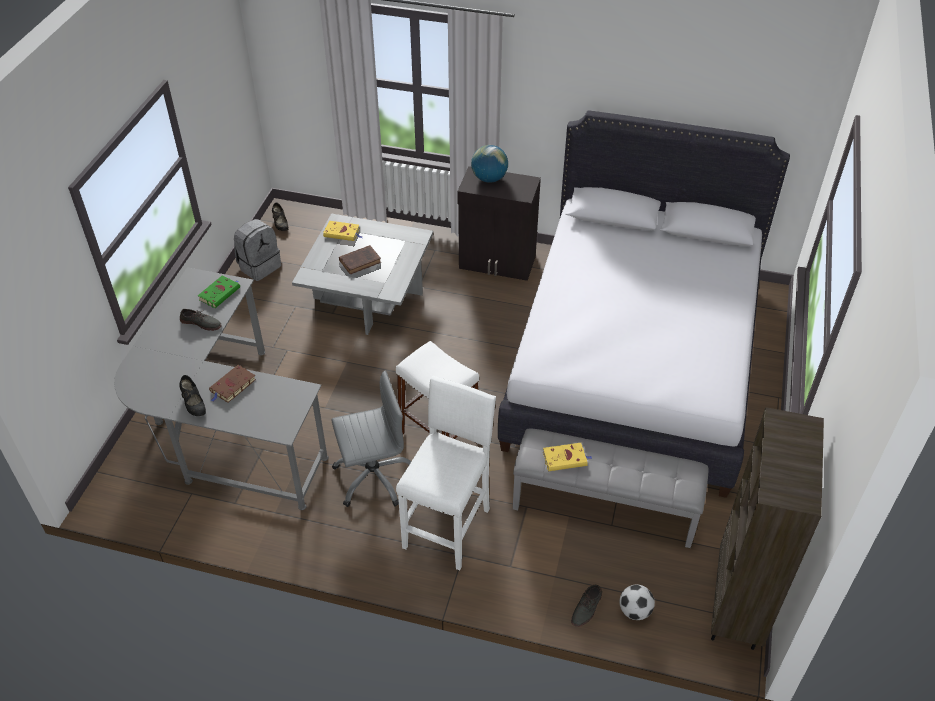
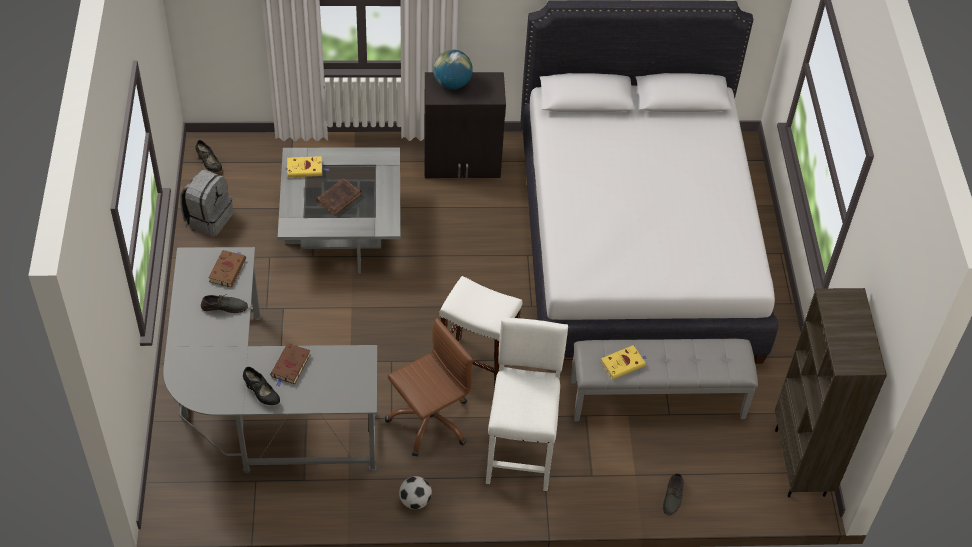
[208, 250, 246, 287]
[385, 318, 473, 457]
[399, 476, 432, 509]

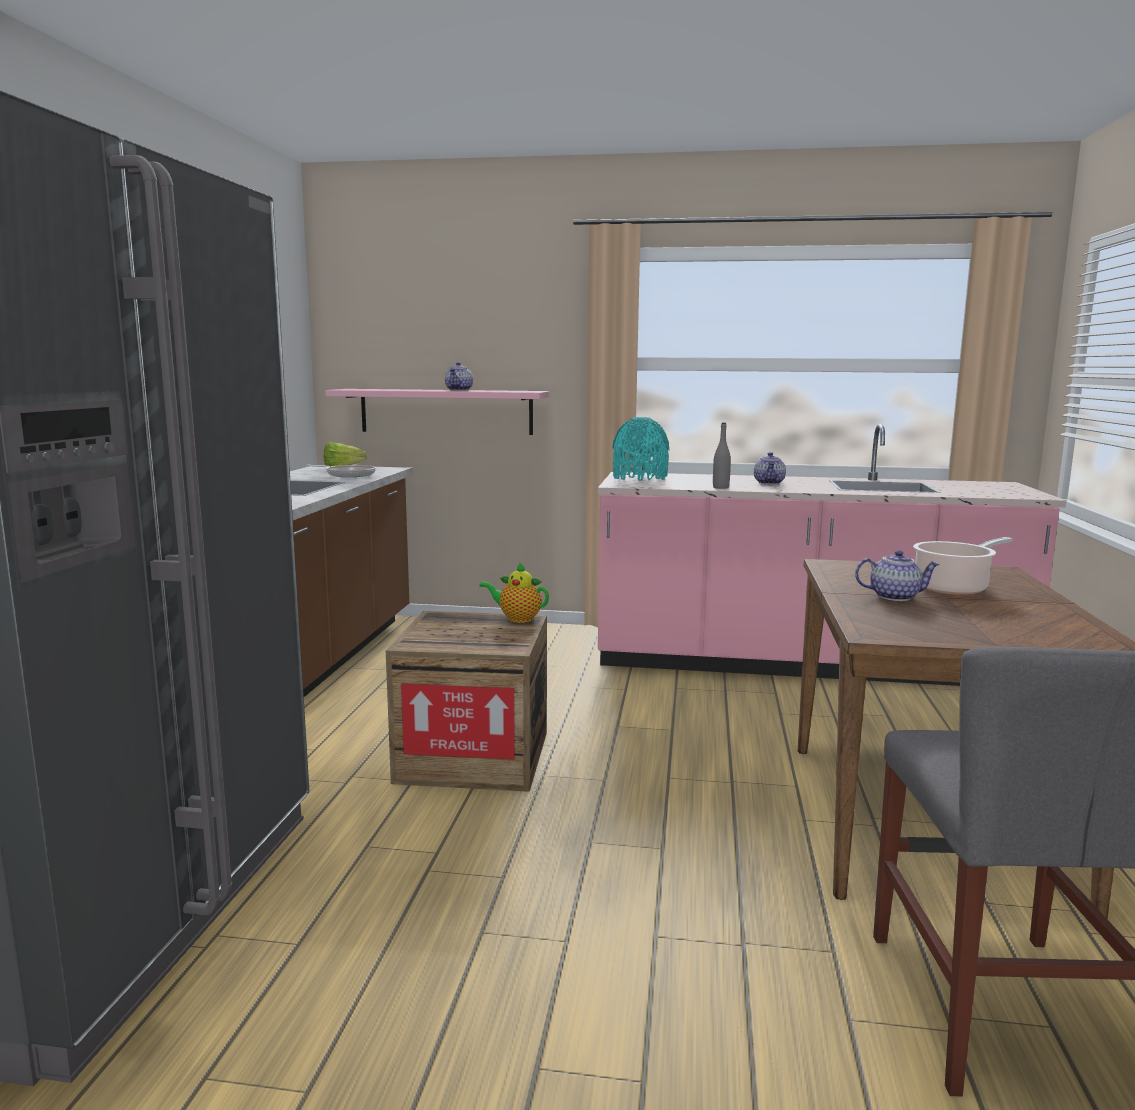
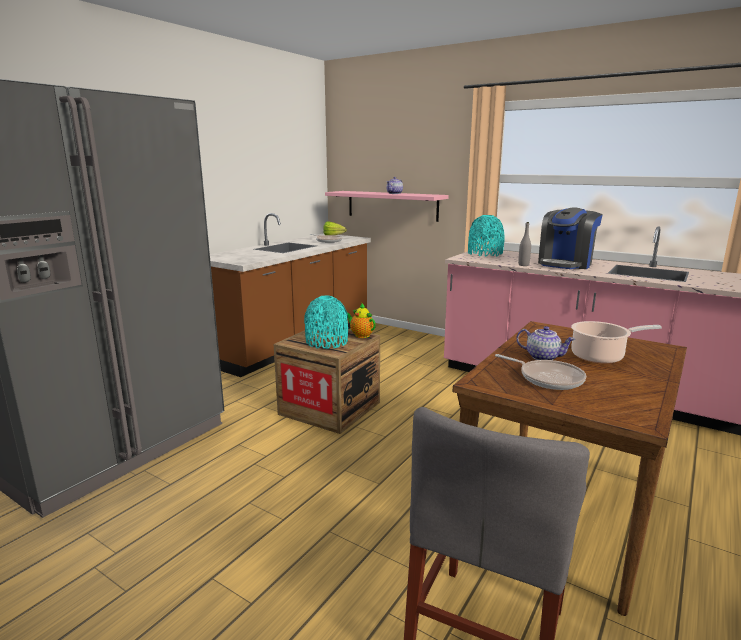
[538, 207, 603, 269]
[304, 295, 348, 349]
[495, 354, 586, 390]

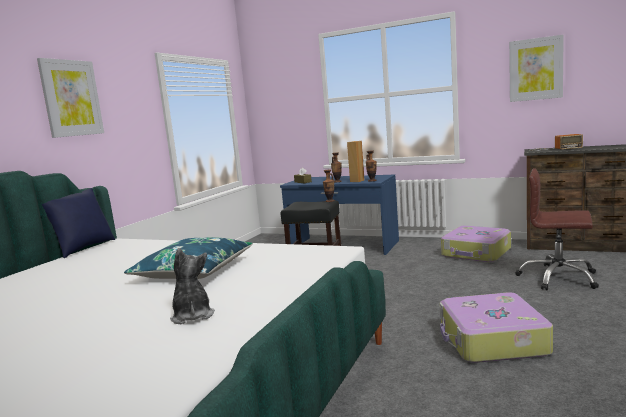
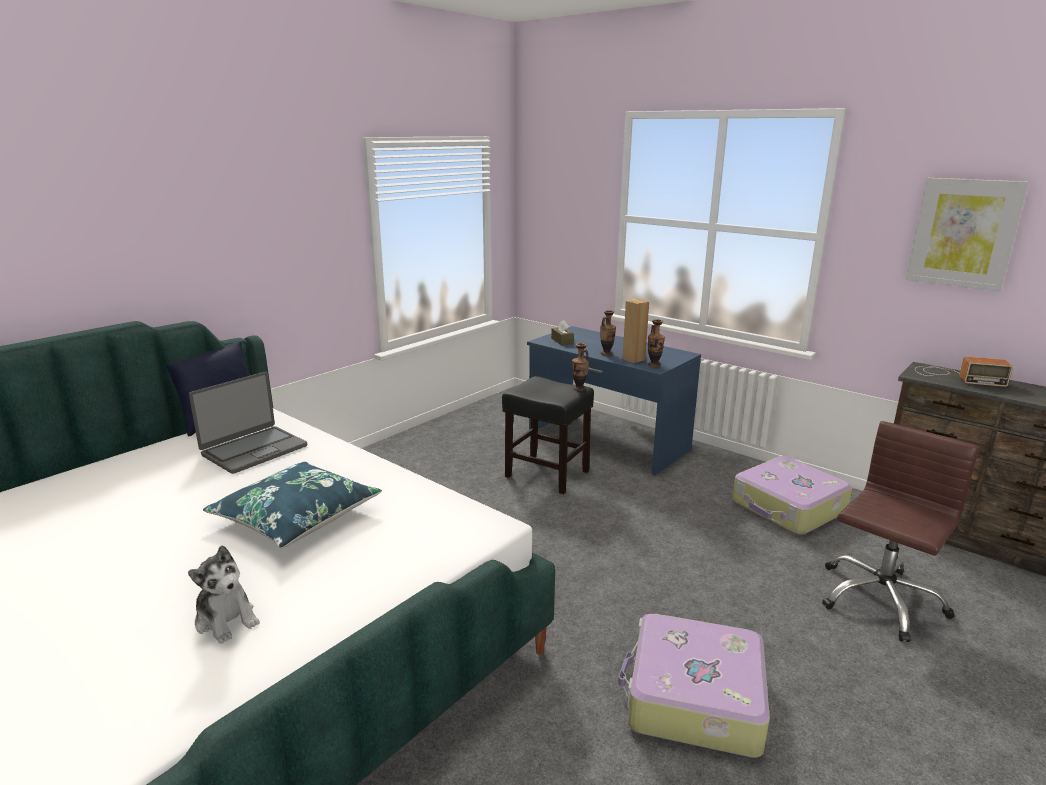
[37, 58, 104, 138] (first image)
[188, 545, 260, 644]
[822, 421, 980, 642]
[189, 372, 307, 474]

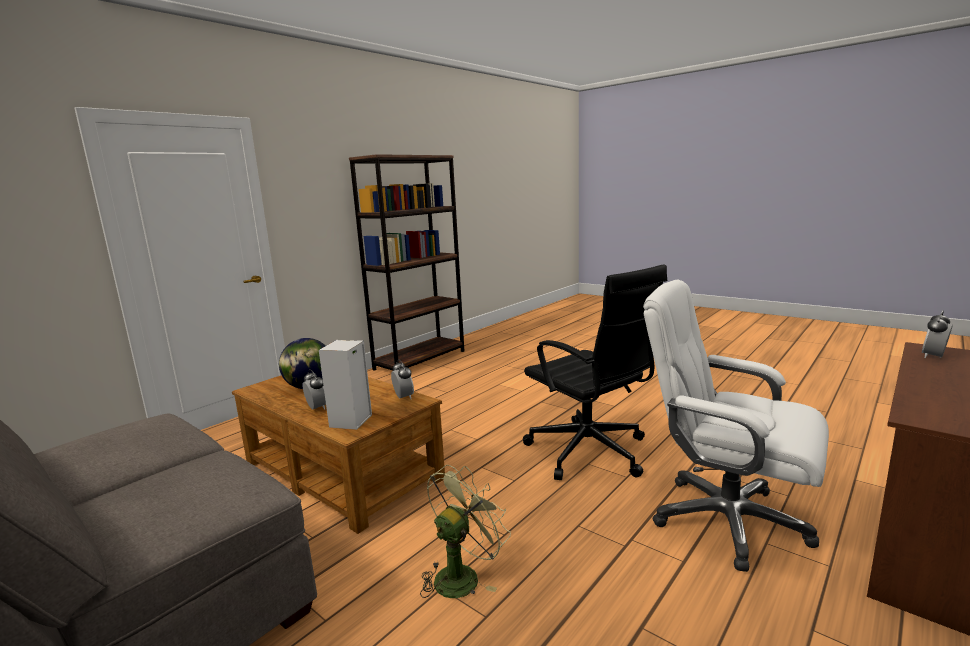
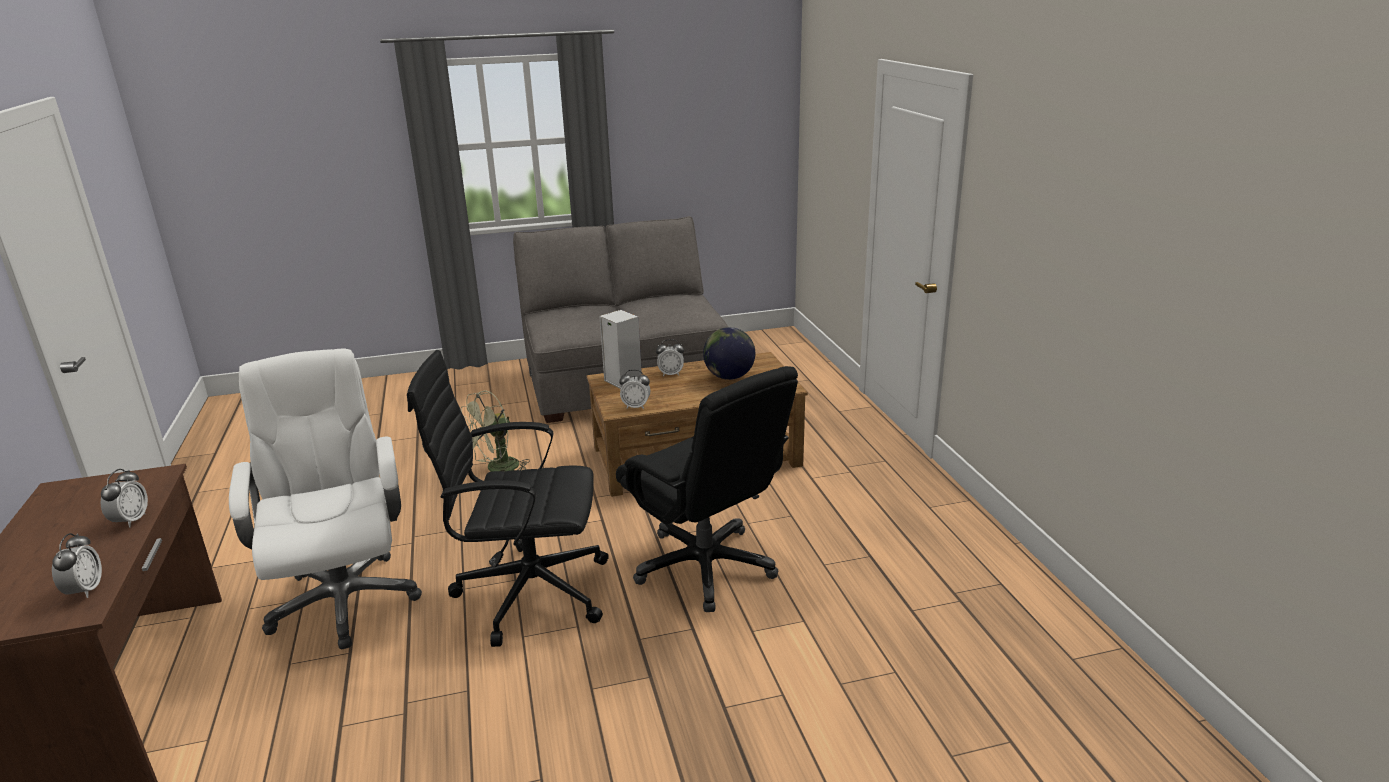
[349, 154, 464, 371] (first image)
[461, 390, 530, 472]
[229, 349, 422, 650]
[100, 469, 148, 527]
[616, 366, 798, 612]

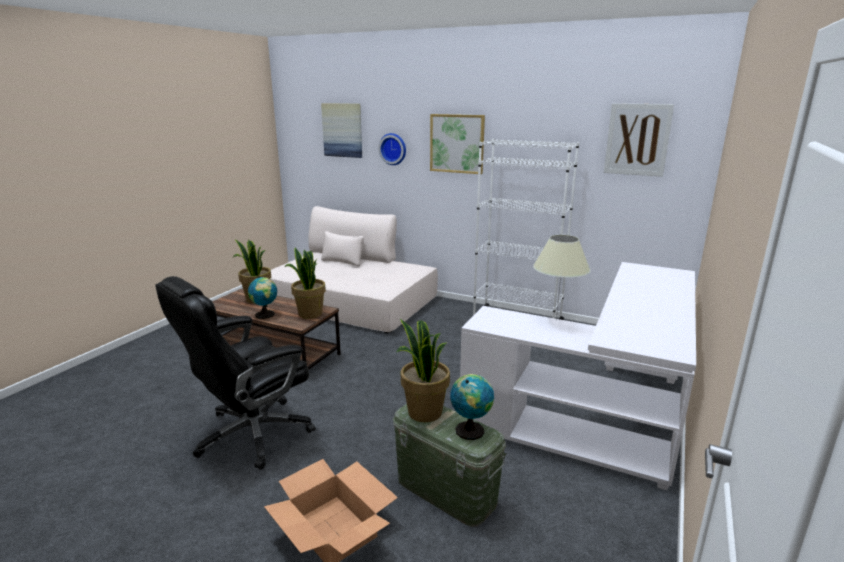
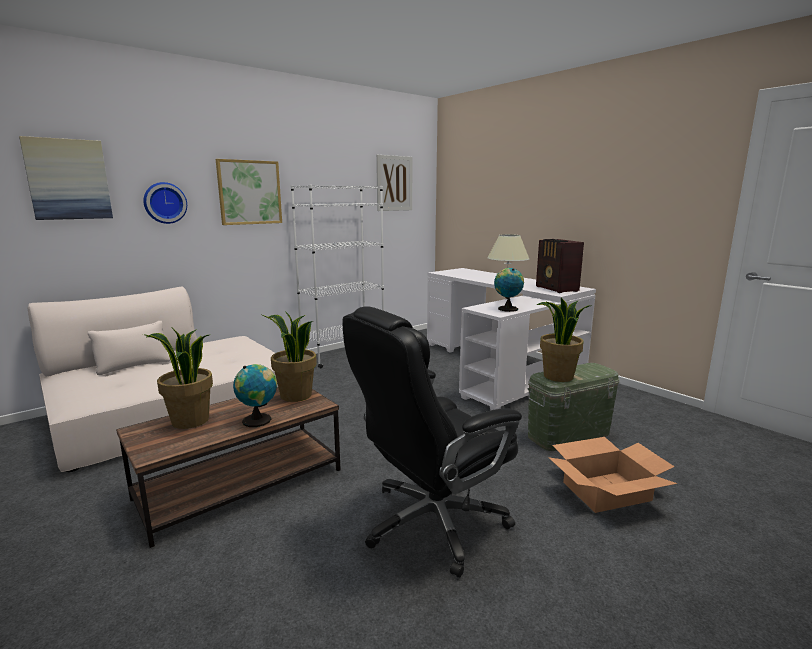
[342, 306, 522, 578]
[494, 268, 524, 312]
[536, 239, 584, 293]

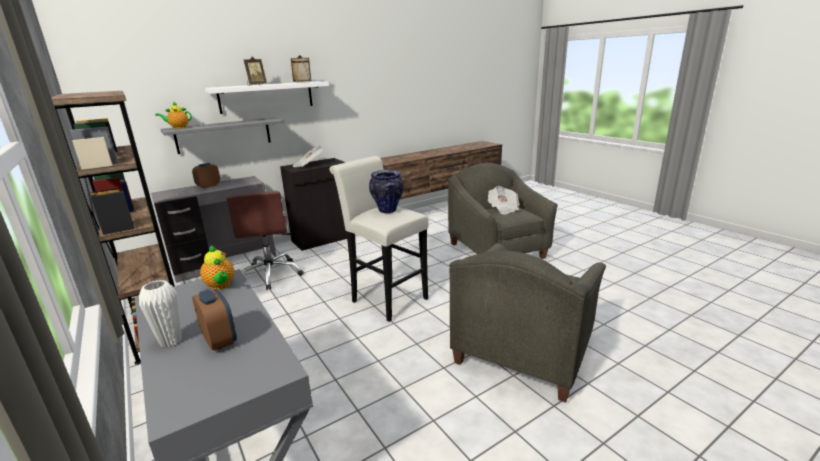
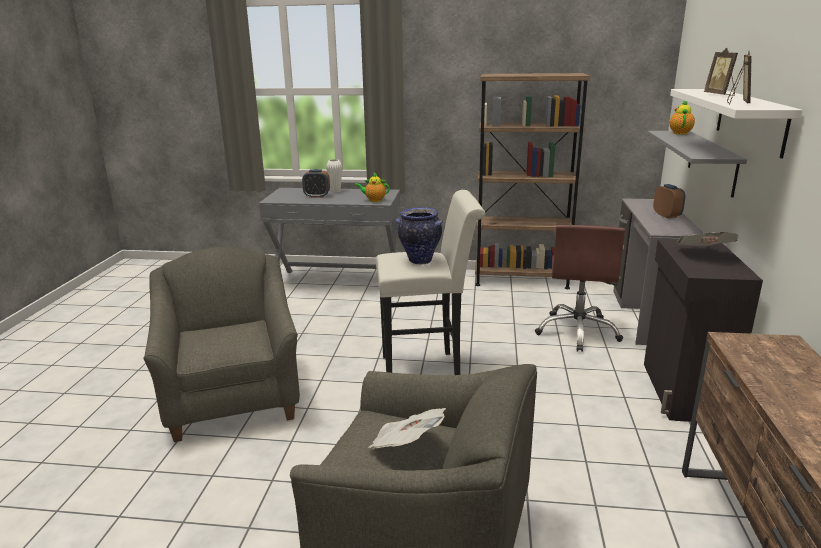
[535, 225, 625, 352]

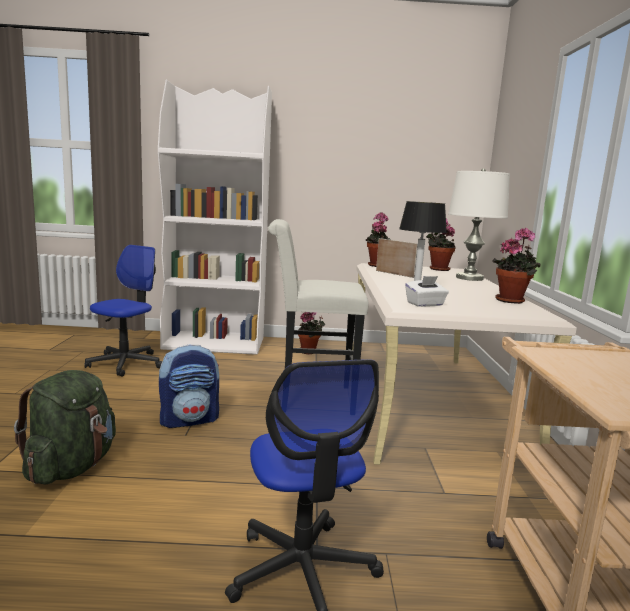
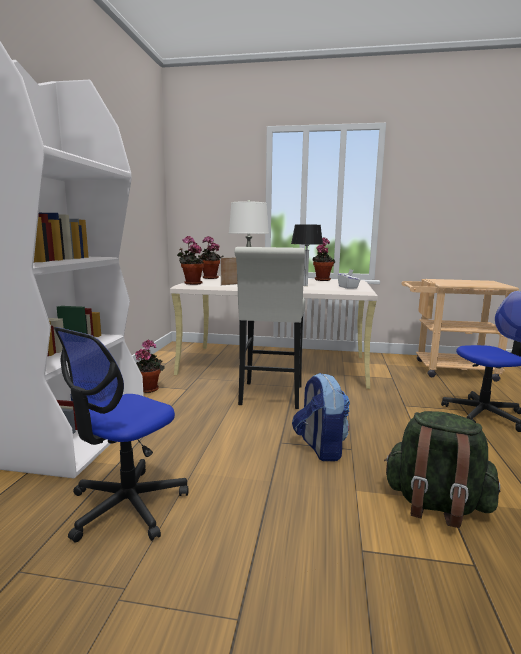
[54, 327, 189, 542]

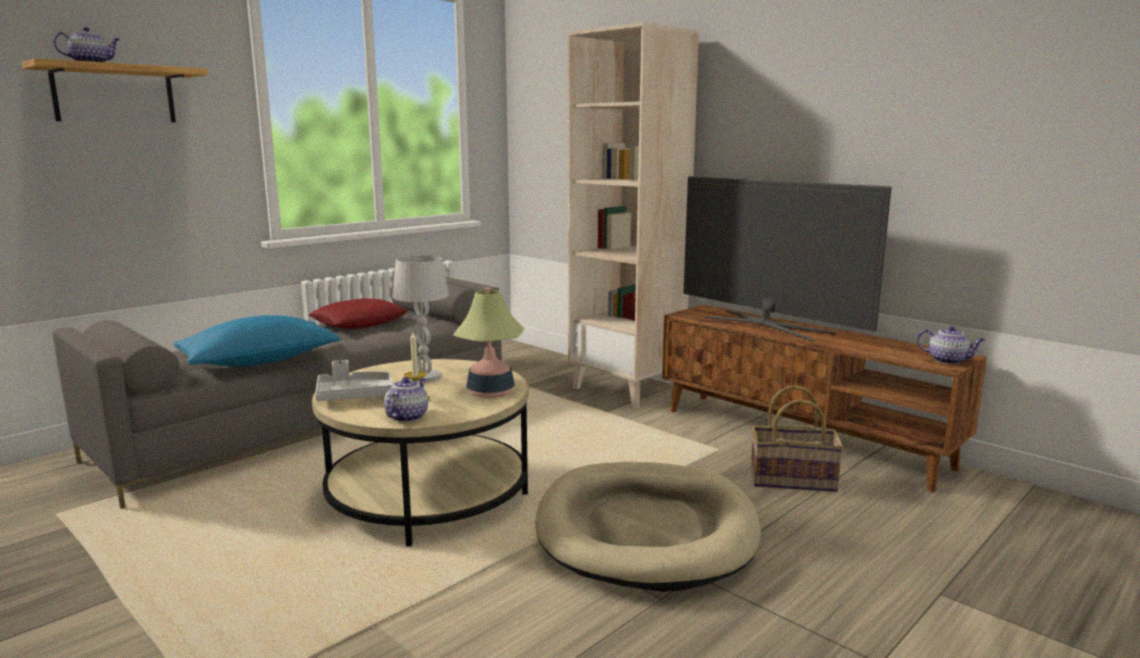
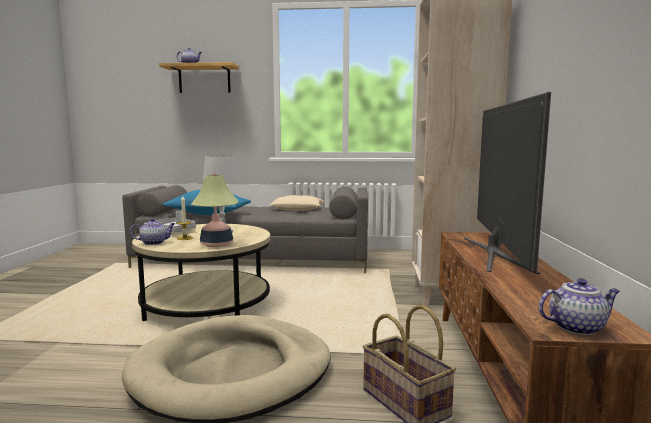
[270, 195, 324, 211]
[538, 278, 620, 335]

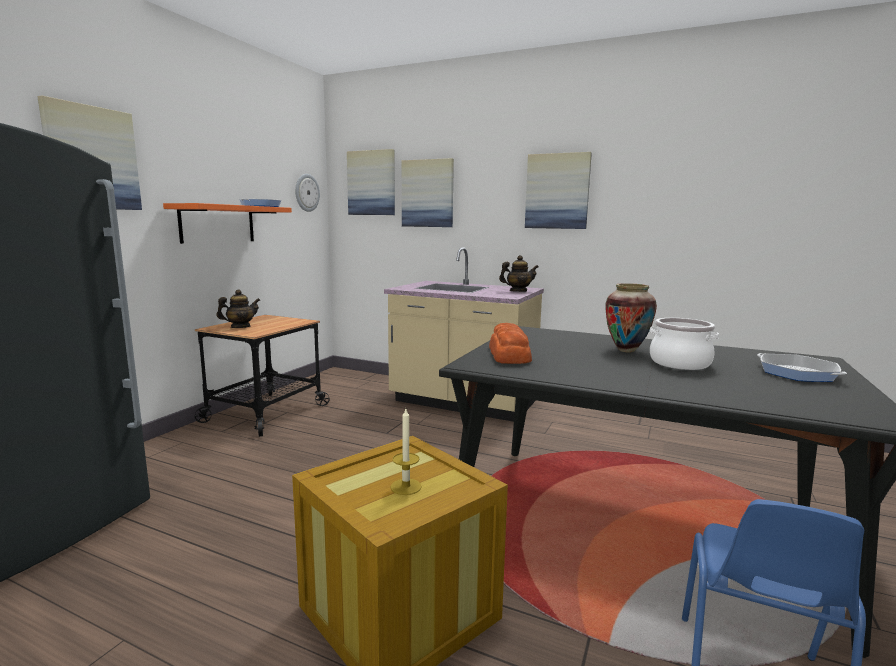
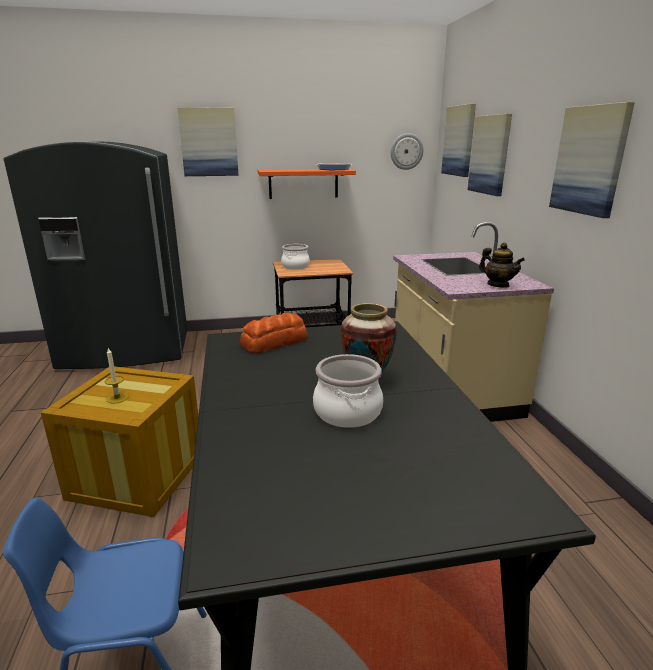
[281, 244, 310, 269]
[757, 353, 847, 382] (first image)

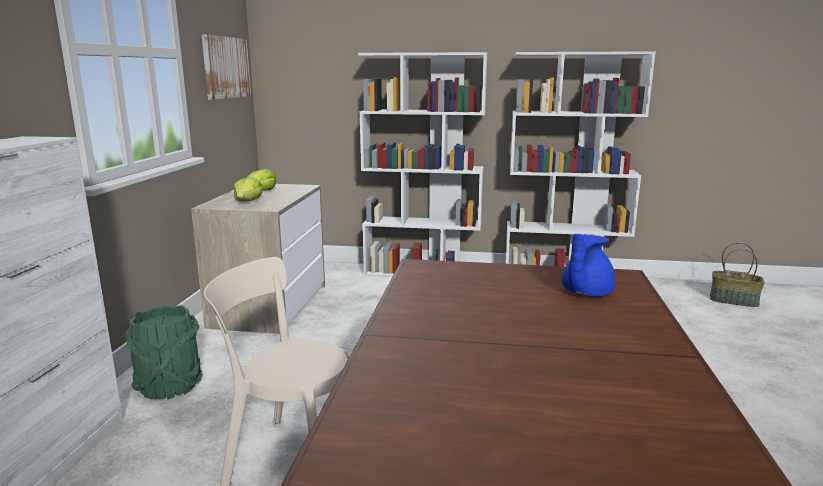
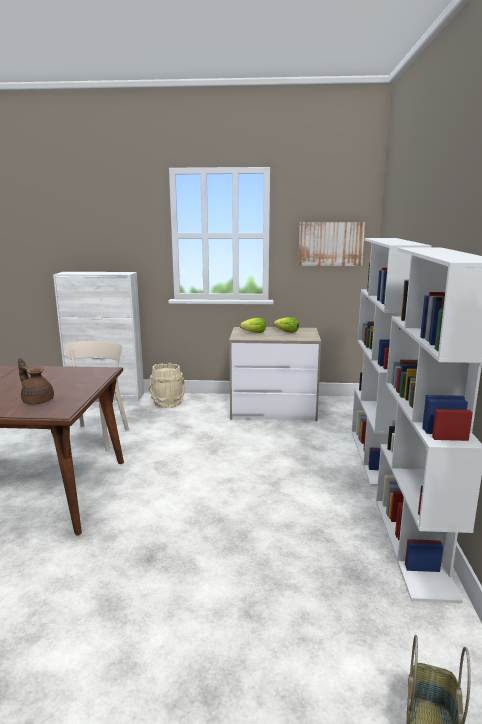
[148, 363, 186, 408]
[18, 358, 54, 405]

